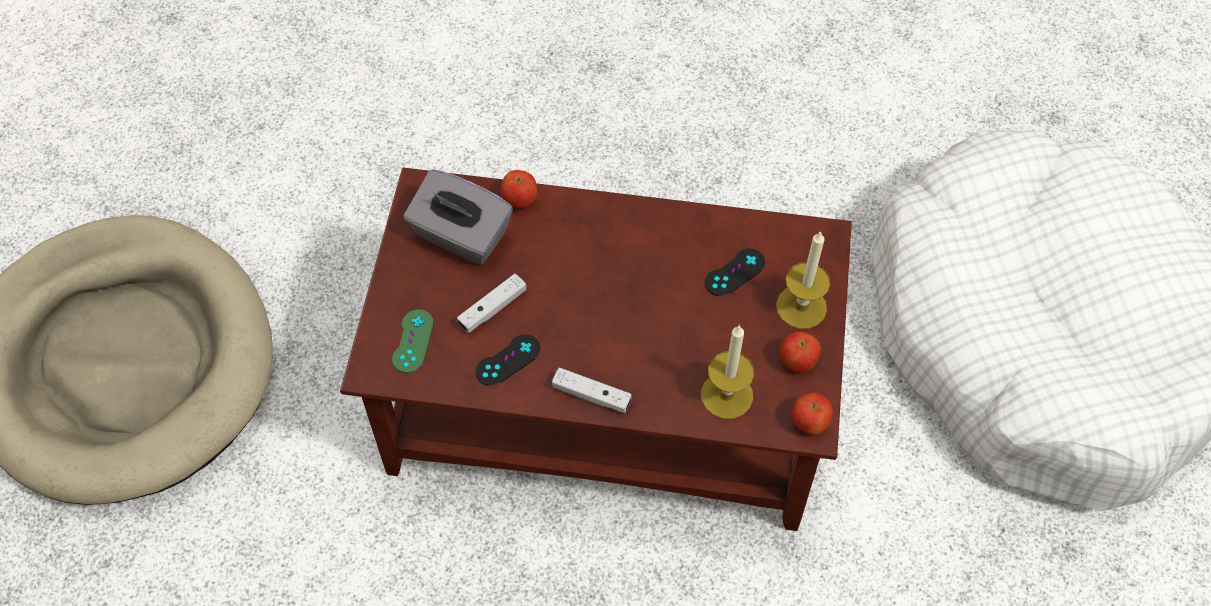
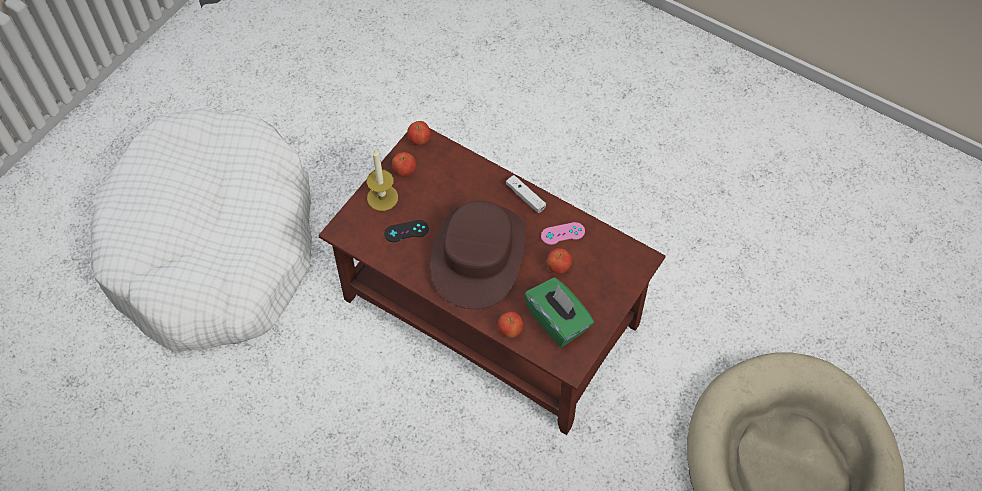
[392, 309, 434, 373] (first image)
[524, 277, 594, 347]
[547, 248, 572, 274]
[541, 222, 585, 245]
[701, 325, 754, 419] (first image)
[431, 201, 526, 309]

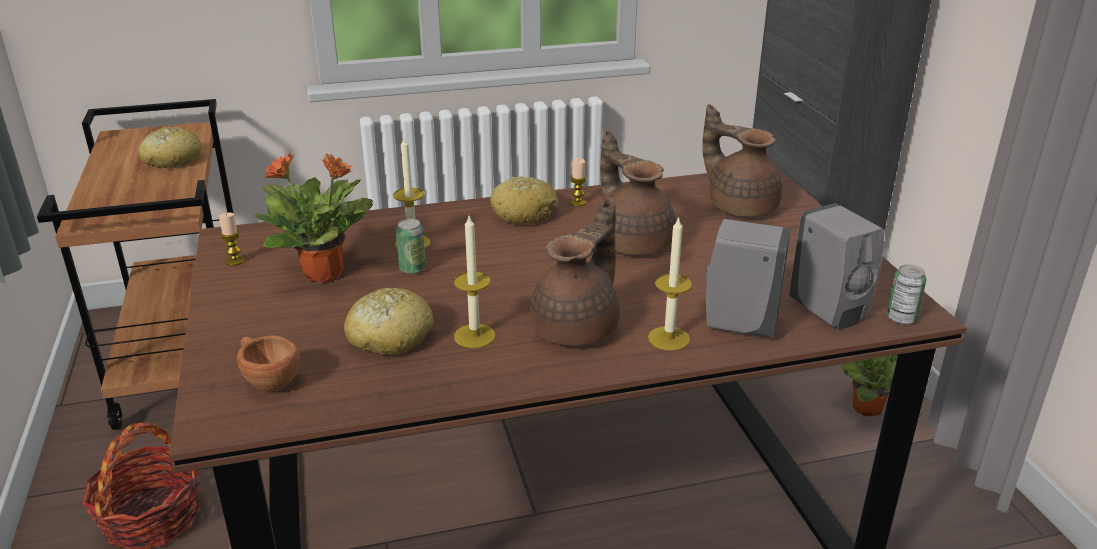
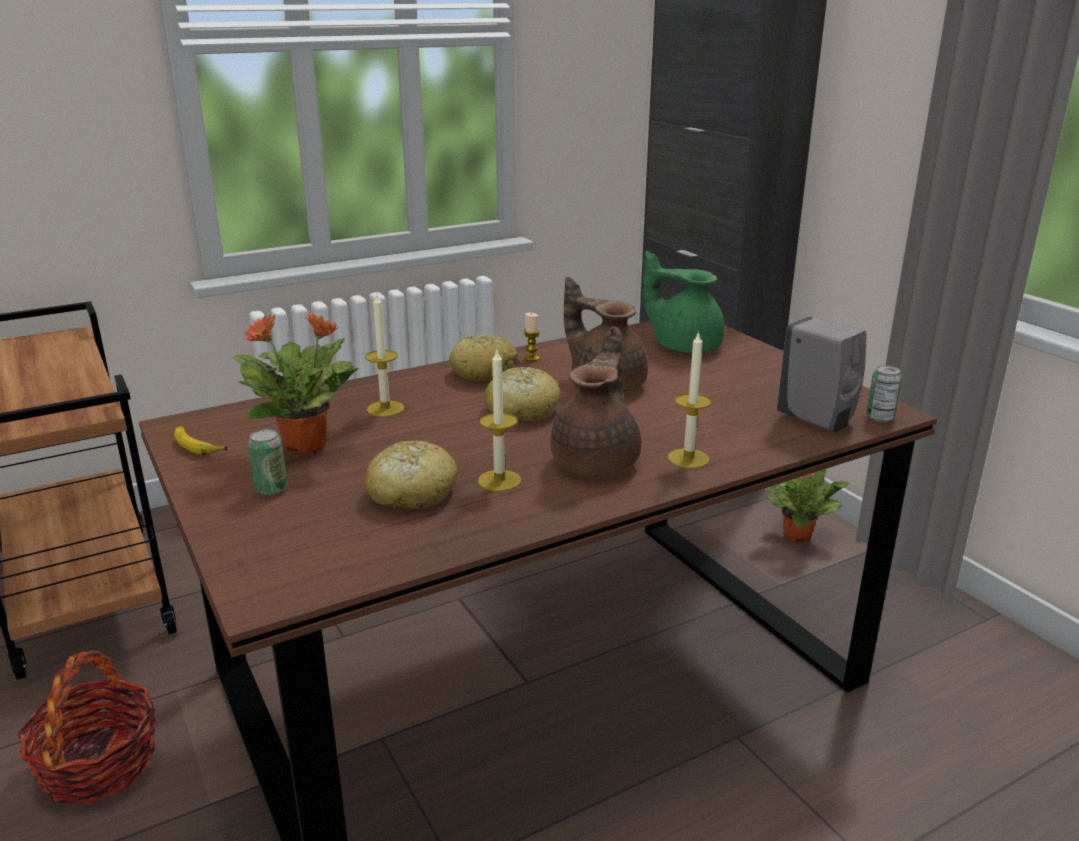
[484, 367, 560, 421]
[174, 426, 227, 455]
[237, 335, 300, 391] (first image)
[248, 429, 287, 495]
[643, 251, 725, 353]
[705, 219, 791, 338] (first image)

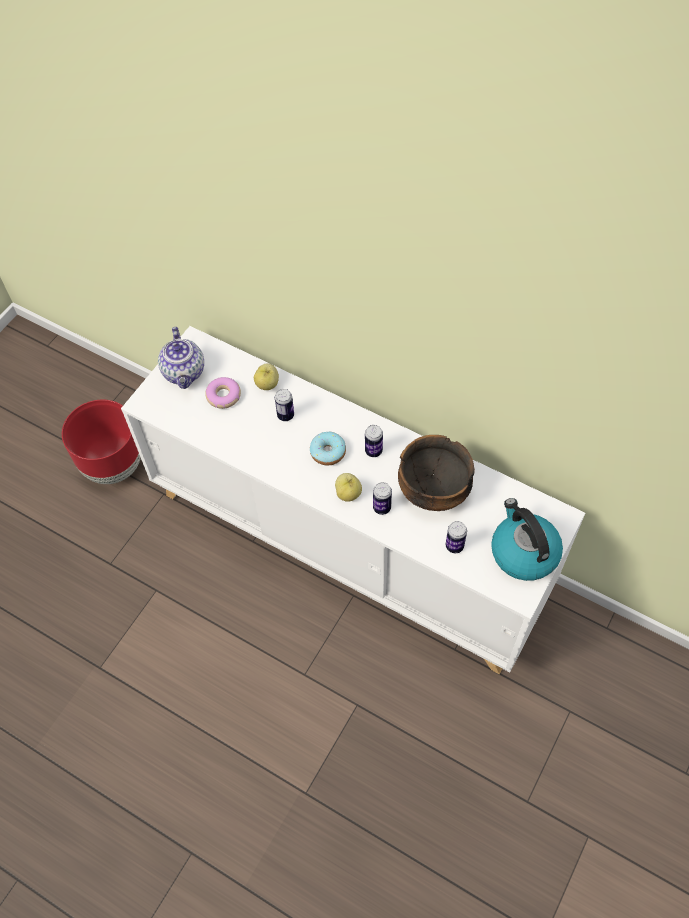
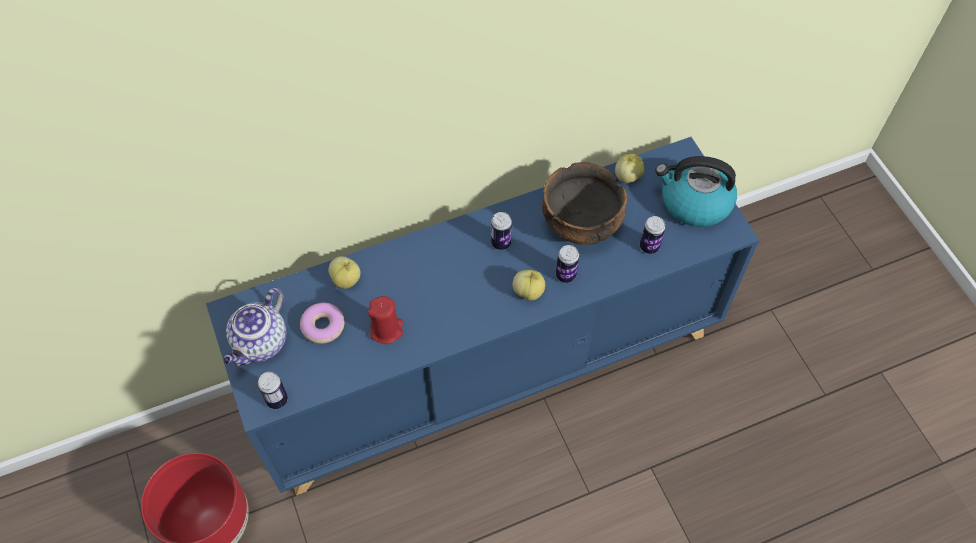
[206, 137, 759, 496]
[223, 288, 287, 366]
[258, 372, 288, 409]
[310, 432, 346, 466] (first image)
[368, 296, 403, 344]
[615, 154, 645, 183]

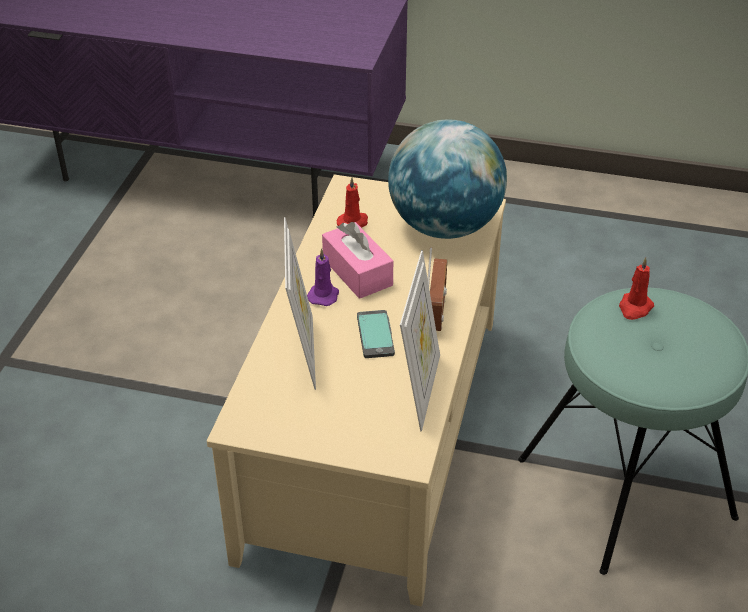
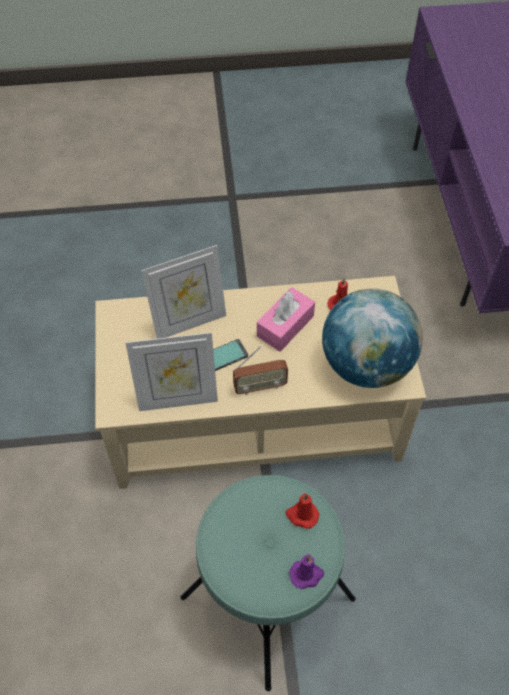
[290, 554, 324, 589]

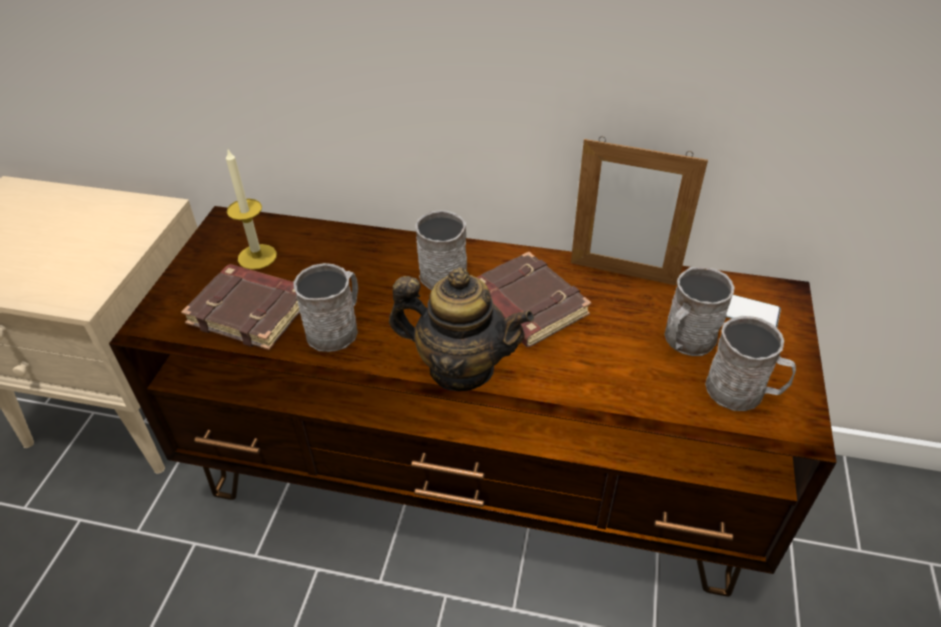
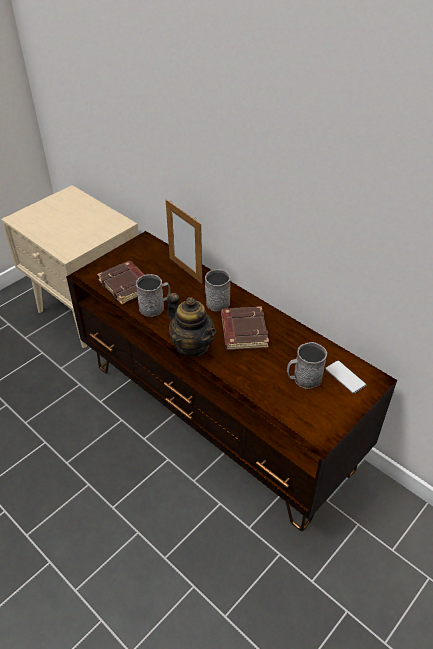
[226, 150, 277, 270] (first image)
[166, 200, 202, 284]
[705, 316, 796, 411] (first image)

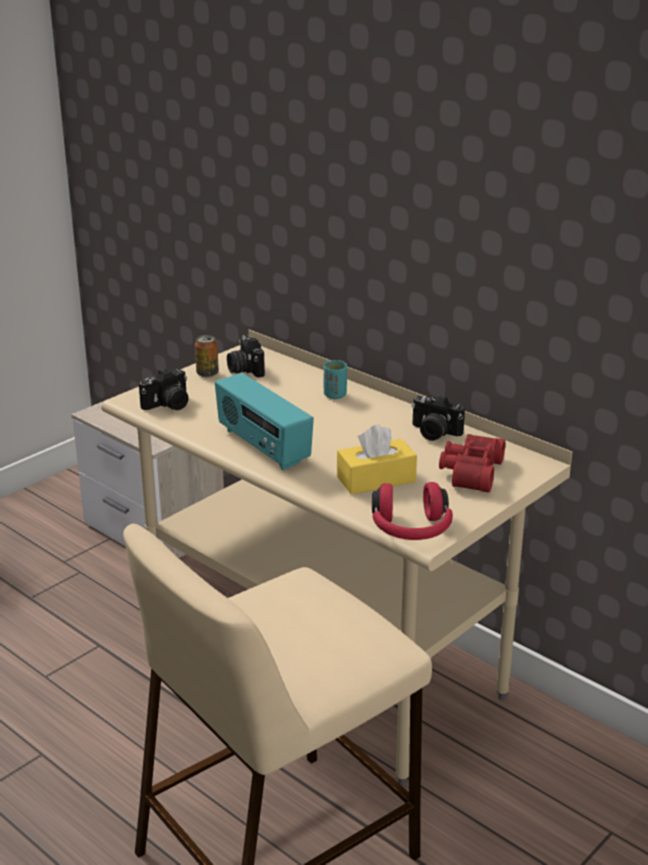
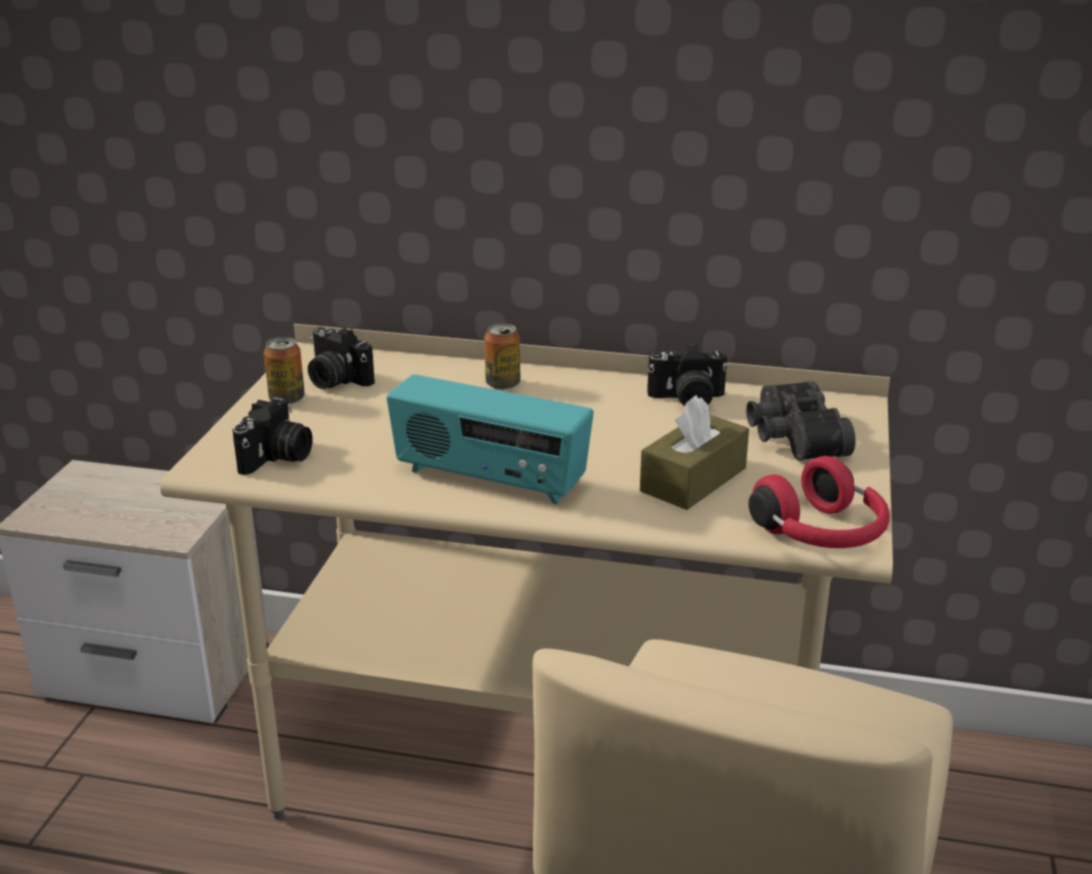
[484, 323, 520, 390]
[640, 395, 749, 510]
[746, 381, 856, 461]

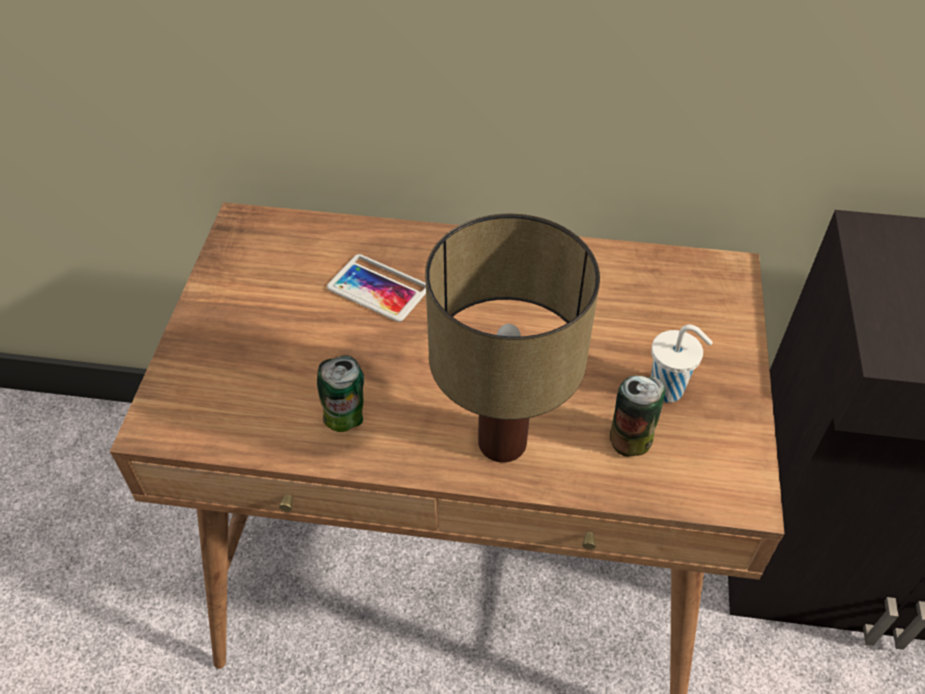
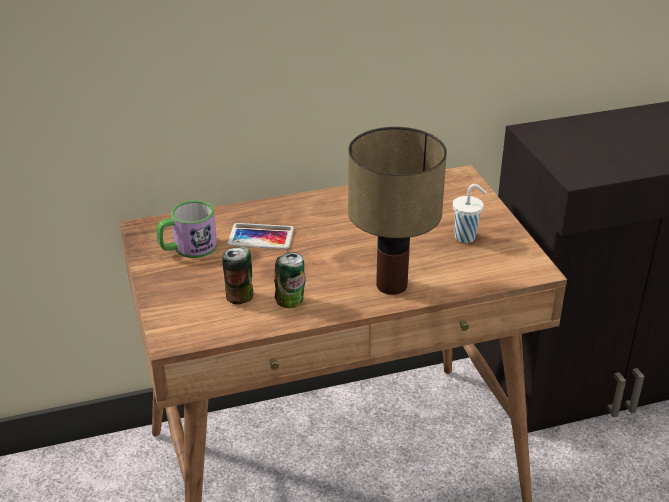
[222, 247, 254, 305]
[157, 200, 217, 258]

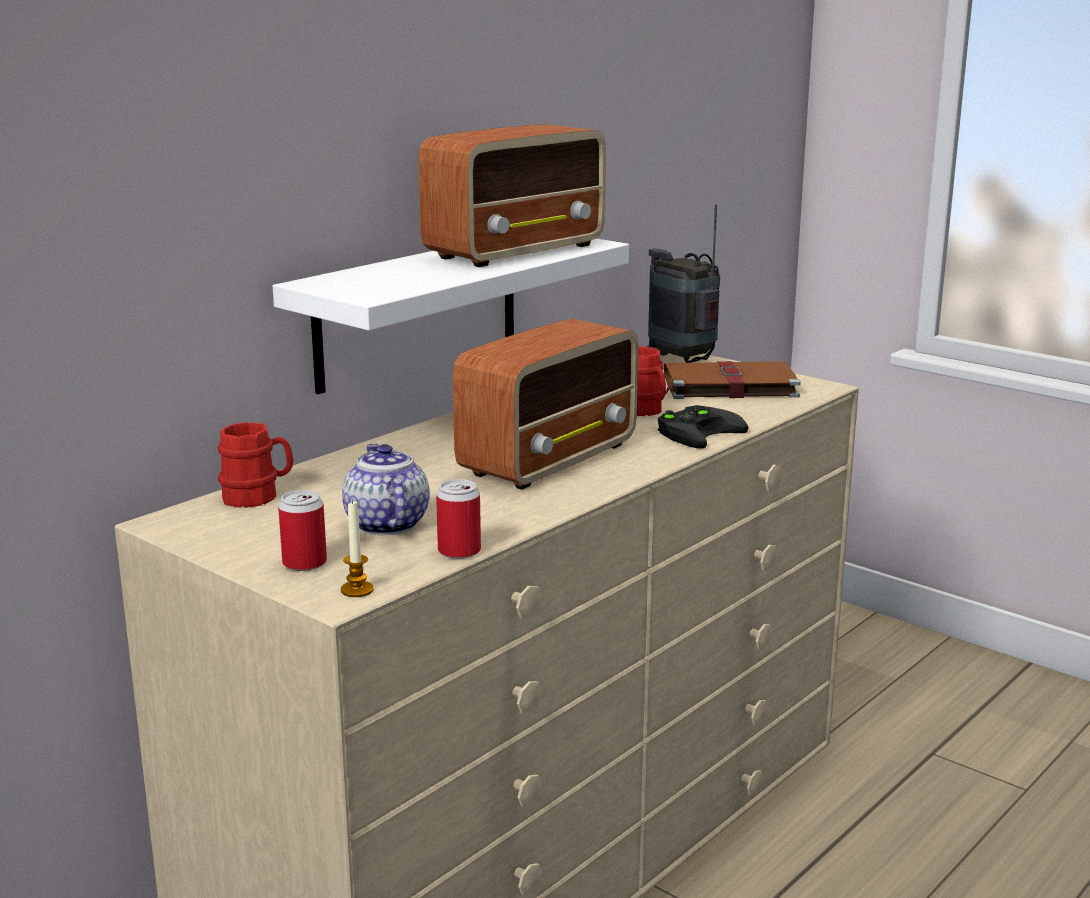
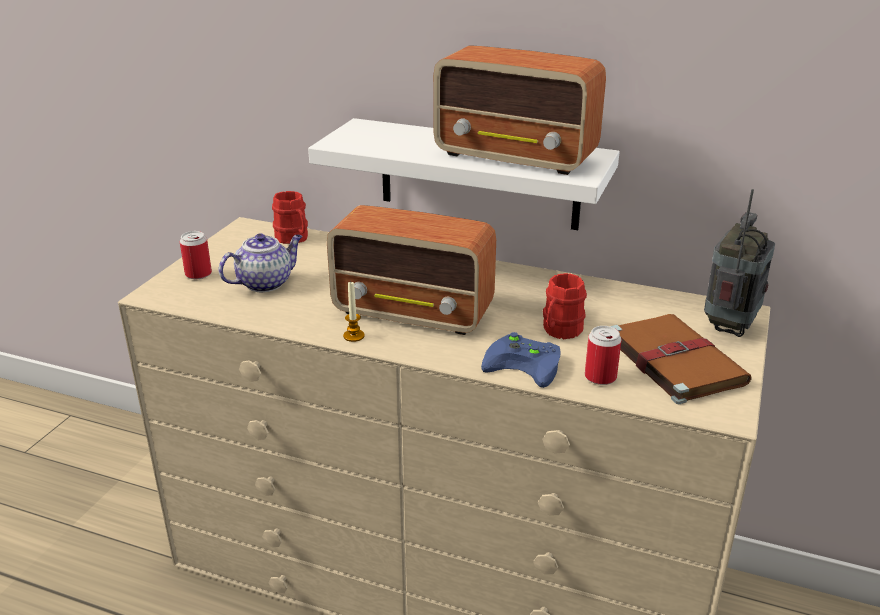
[343, 282, 365, 342]
[585, 326, 621, 385]
[481, 332, 560, 388]

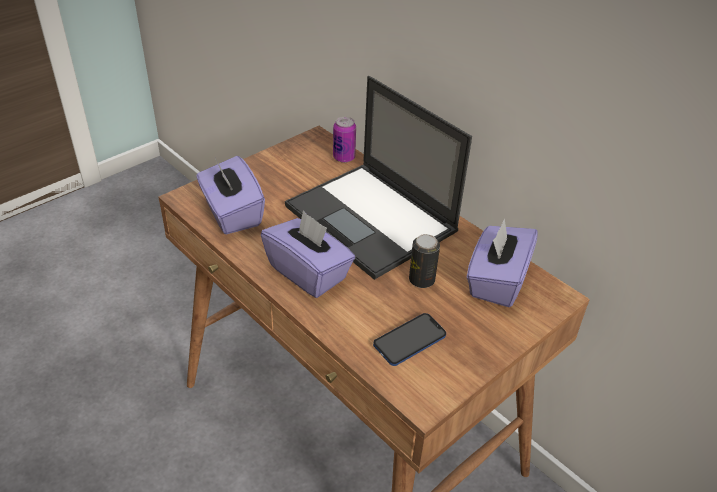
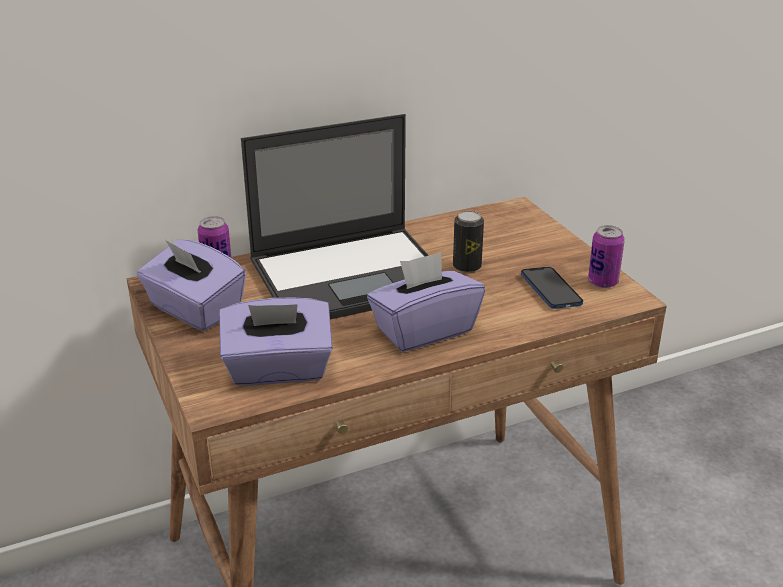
[137, 239, 246, 331]
[588, 225, 625, 288]

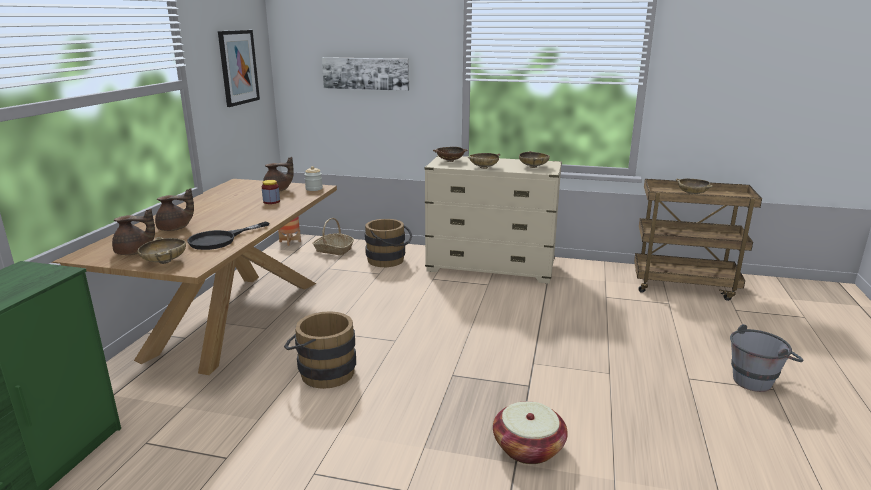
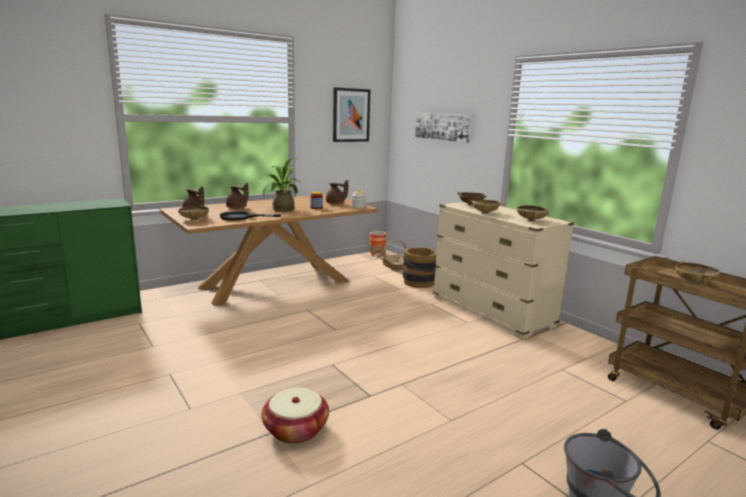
[284, 311, 356, 389] (first image)
[259, 158, 301, 212]

